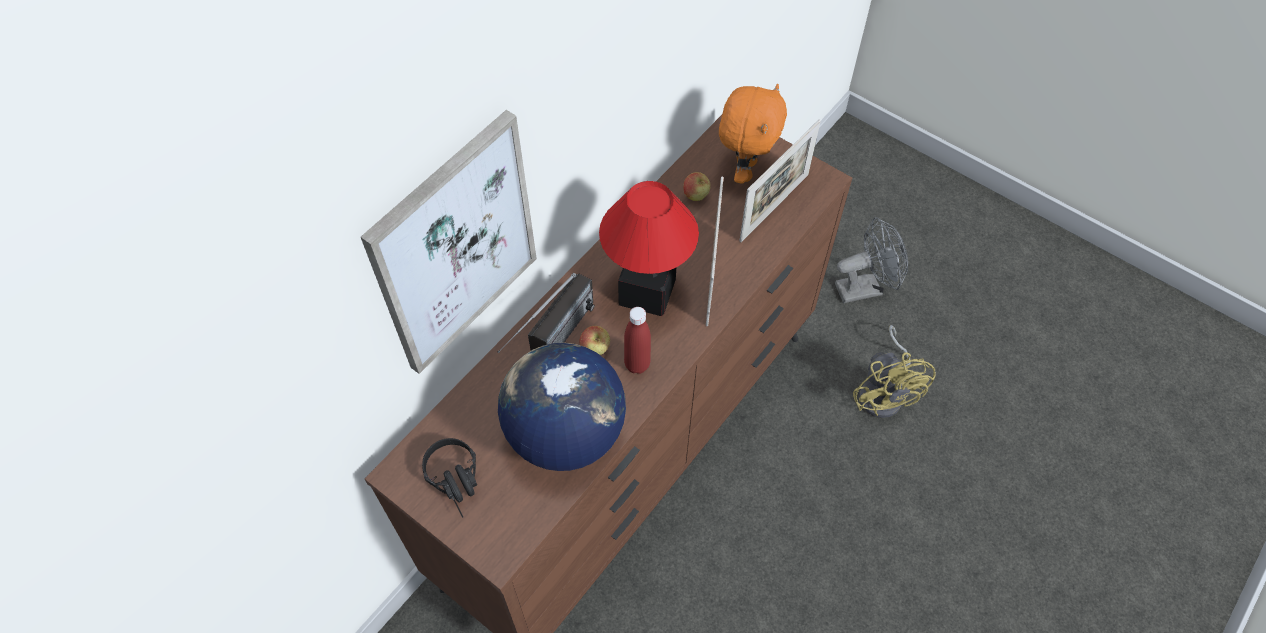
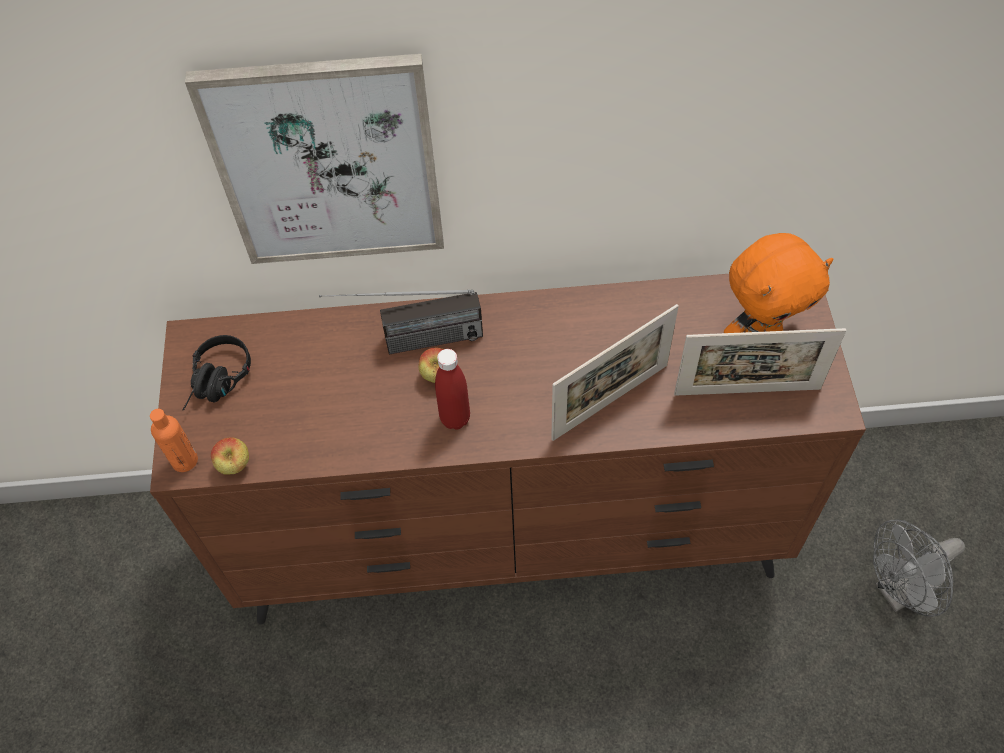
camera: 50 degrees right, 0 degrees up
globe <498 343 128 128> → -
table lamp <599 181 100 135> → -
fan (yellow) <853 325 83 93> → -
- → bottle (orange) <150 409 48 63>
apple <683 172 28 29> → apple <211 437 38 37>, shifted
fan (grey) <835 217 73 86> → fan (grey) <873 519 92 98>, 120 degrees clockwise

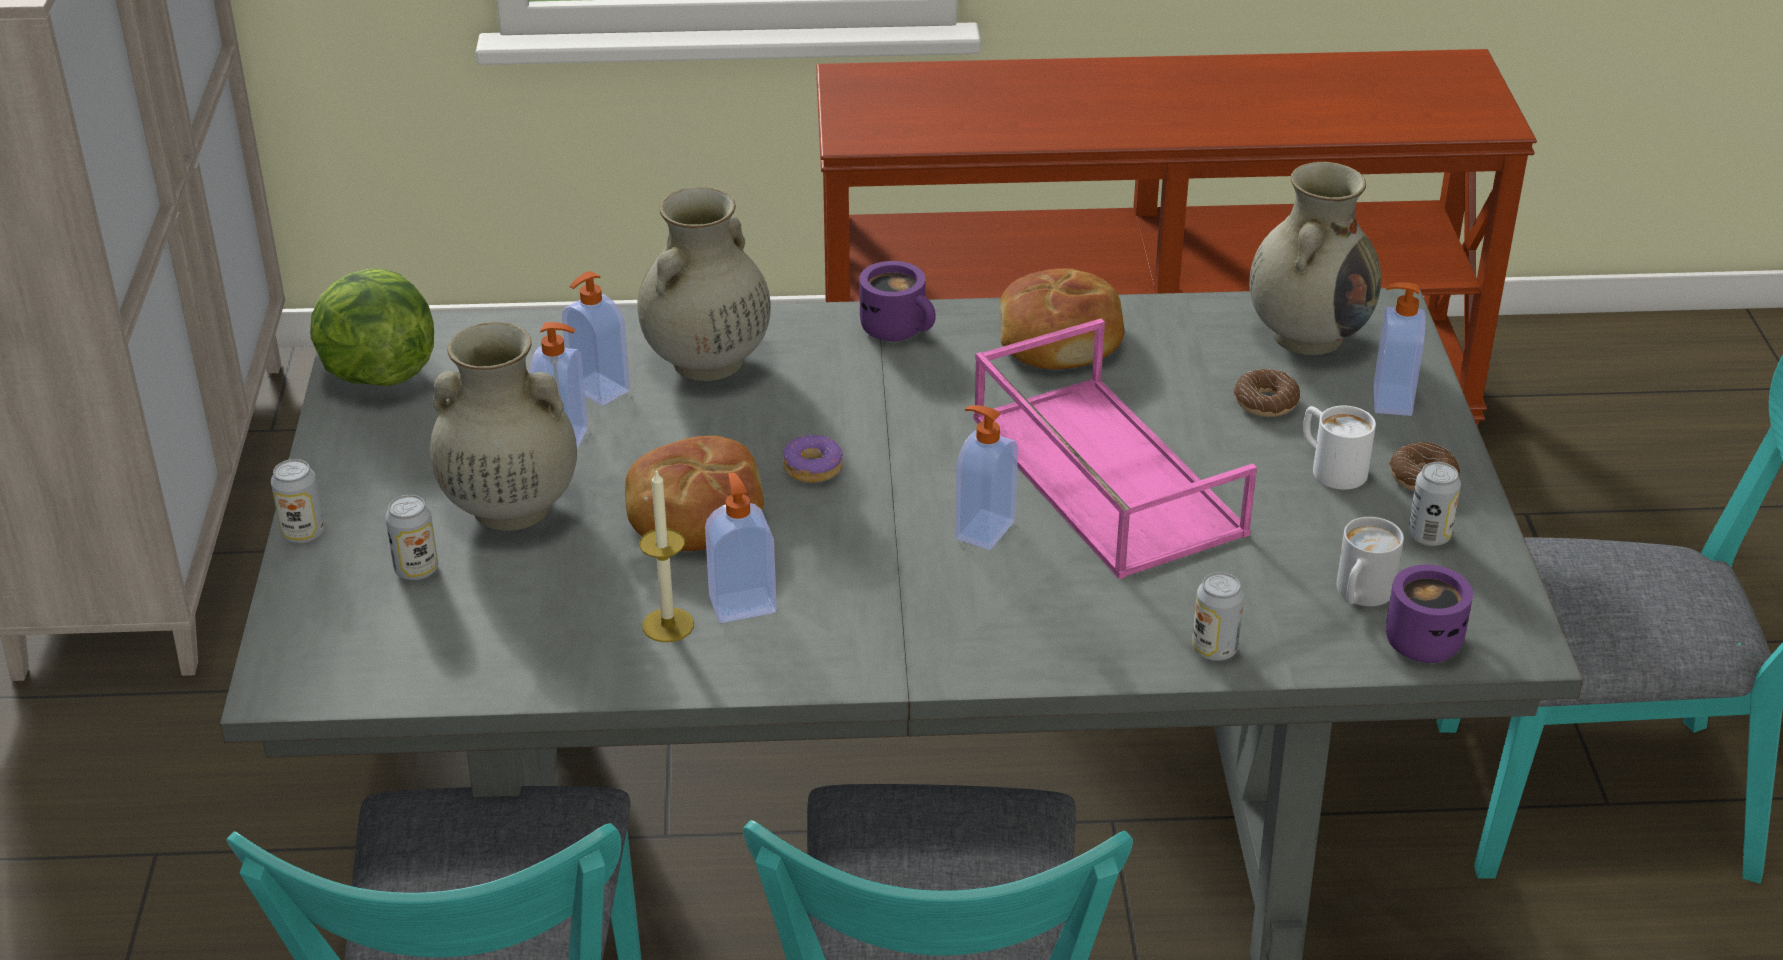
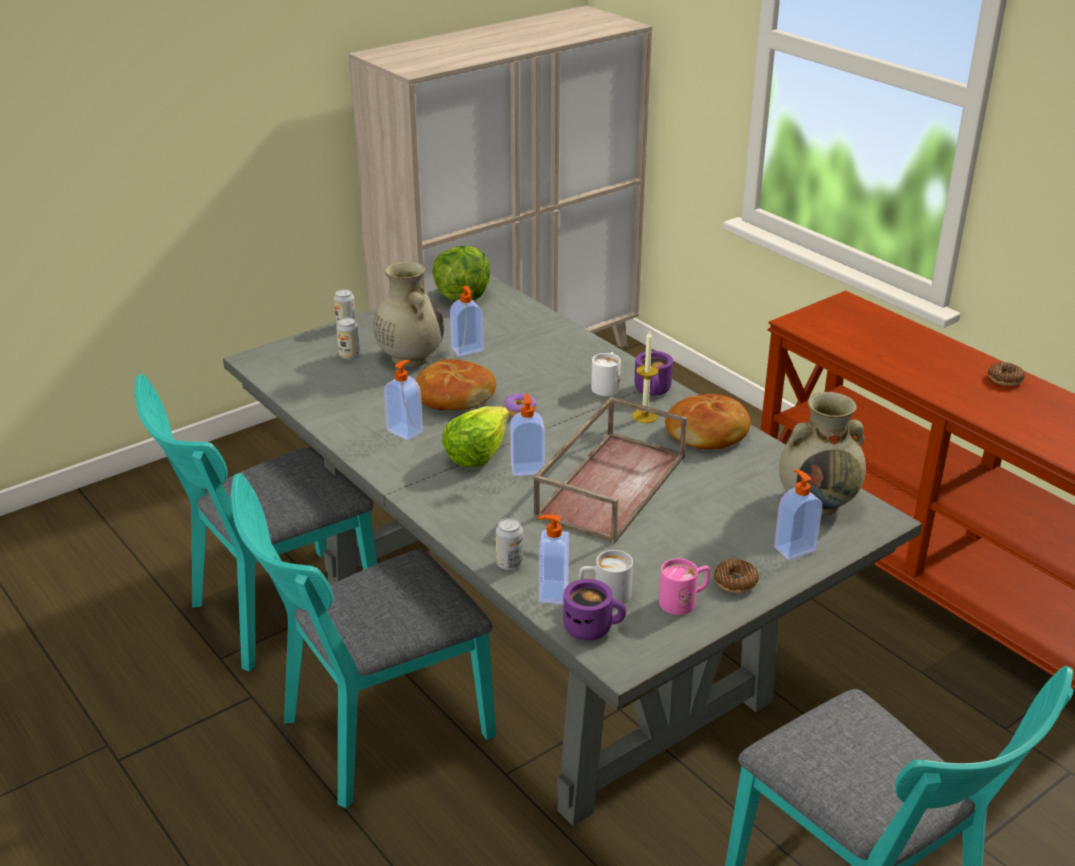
camera: 55 degrees right, 5 degrees down
vase (beige) <638 187 133 194> → -
- → lettuce <442 406 67 61>
soap dispenser <562 271 68 134> → soap dispenser <538 515 31 89>, shifted
candle <640 469 54 173> → candle <632 330 27 93>, shifted
donut <1234 369 66 48> → donut <988 362 37 24>, shifted
mug (white) <1303 406 73 84> → mug (white) <591 352 30 44>, shifted
can <1408 462 53 84> → mug (pink) <659 558 51 57>
tray (pink) <973 318 284 261> → tray (brown) <533 397 154 147>

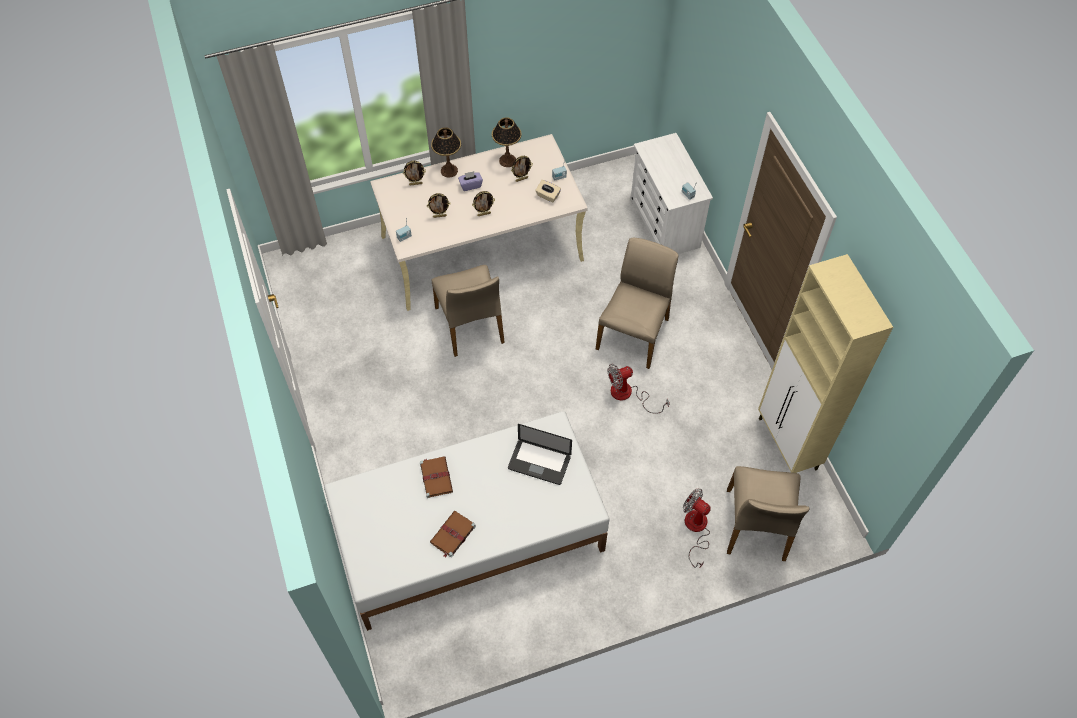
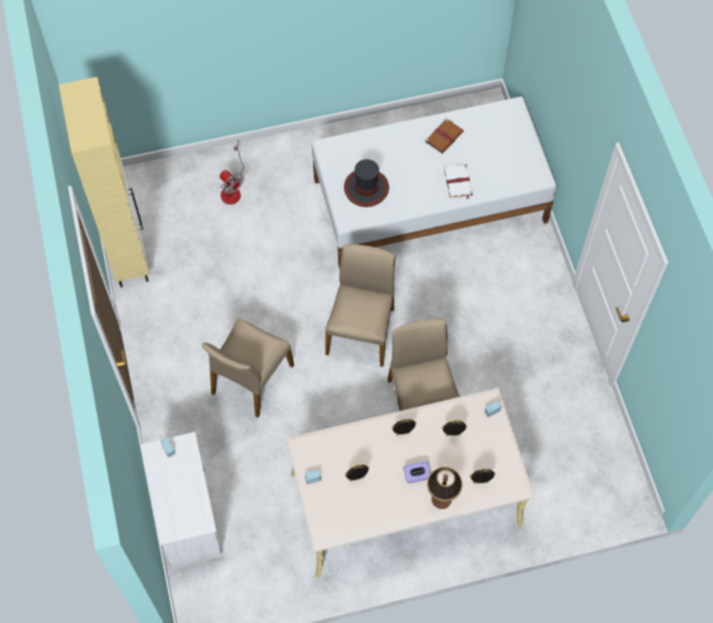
camera: 175 degrees left, 5 degrees up
table lamp <492 117 30 50> → -
tissue box (beige) <535 180 26 22> → -
fan <608 364 62 50> → -
chair (beige) <727 466 83 95> → chair (beige) <325 244 70 123>, shifted
laptop <508 424 64 61> → hat <344 159 45 48>
book (brown) <420 456 33 42> → book (white) <444 165 29 34>

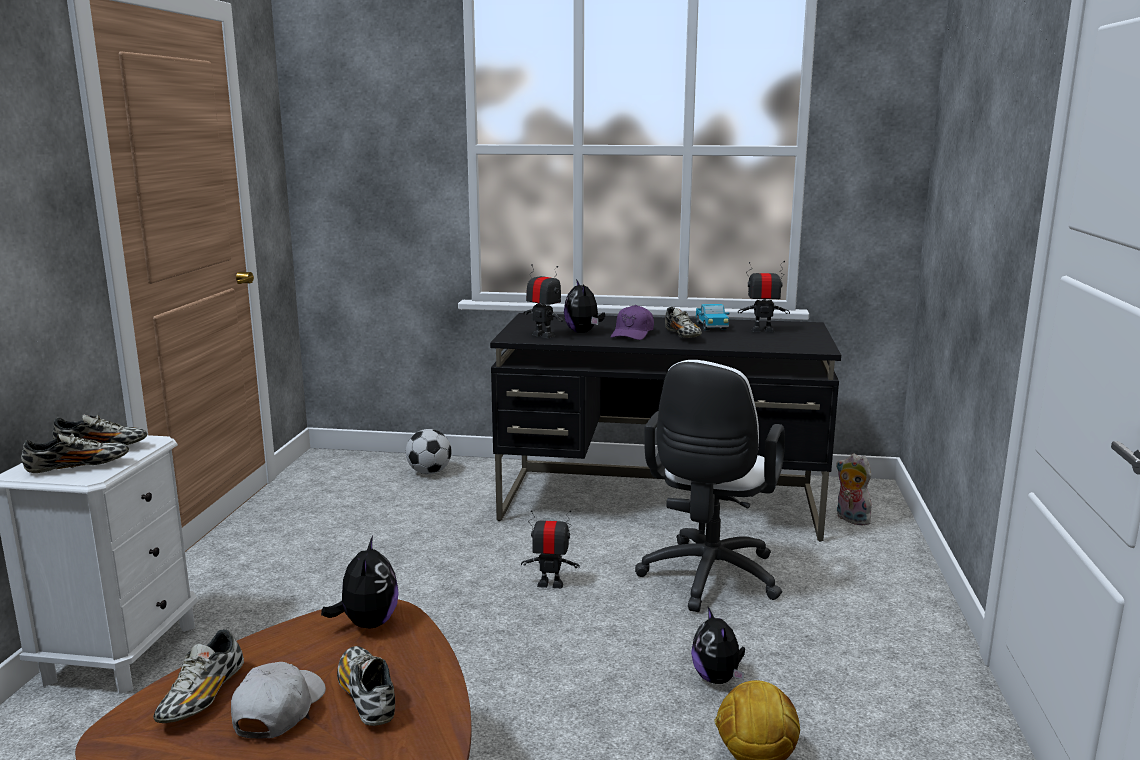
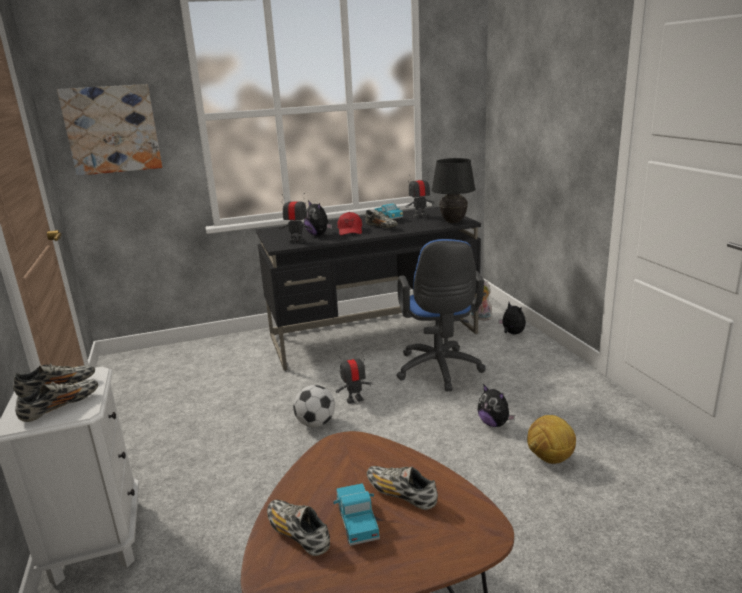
camera: 25 degrees left, 5 degrees up
- → picture <57 84 105 92>
- → table lamp (black) <432 158 44 65>
plush toy <321 536 78 93> → plush toy <498 302 28 32>, shifted
football <406 429 46 45> → football <293 385 42 42>, shifted
cap (white) <231 662 95 76> → toy truck <333 483 47 63>
cap (purple) <611 305 43 35> → cap (red) <338 212 24 23>
office chair (white) <635 360 150 252> → office chair (blue) <396 239 90 153>
shoe <153 629 91 94> → shoe <267 500 63 56>, 150 degrees clockwise

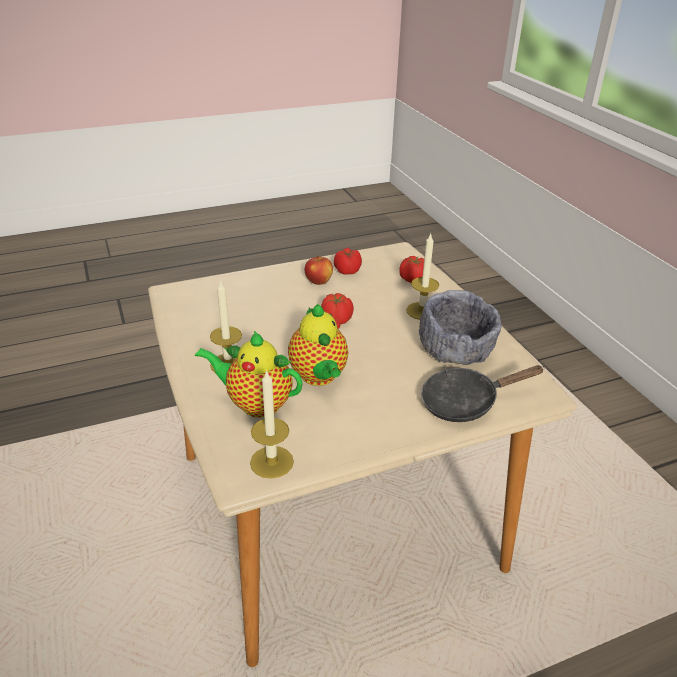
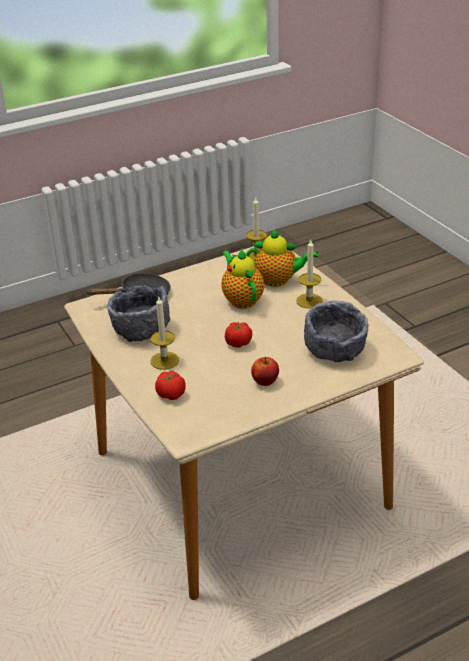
camera: 175 degrees right, 0 degrees up
tomato <334 248 28 27> → -
- → bowl (grey) <304 300 64 62>

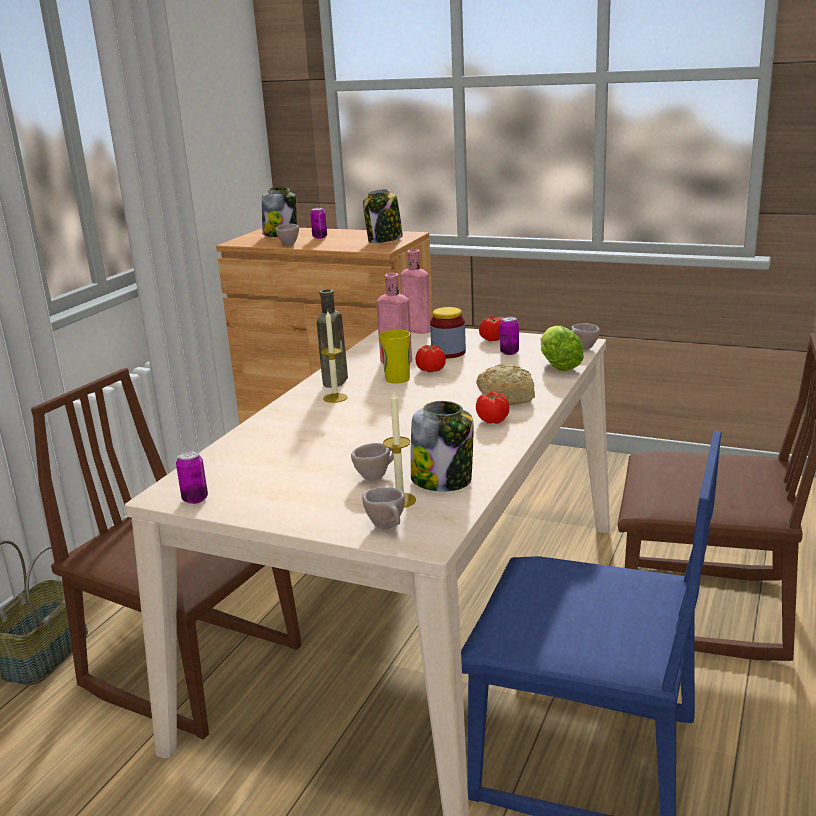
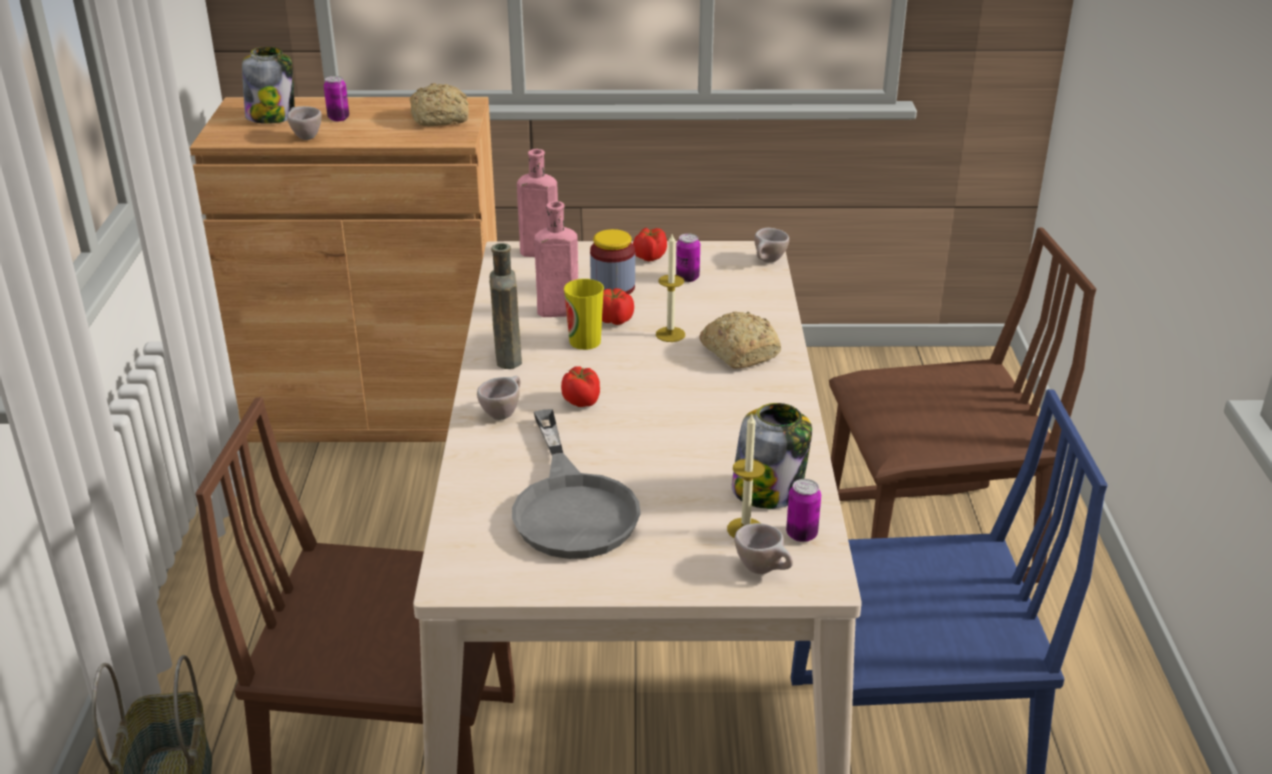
camera: 25 degrees left, 10 degrees up
lettuce <541 326 43 45> → -
- → frying pan (grey) <512 409 129 150>
can <176 450 32 54> → can <786 479 35 63>, shifted
candle <321 311 27 92> → candle <656 234 29 108>, shifted
cup (beige) <351 443 43 38> → cup (beige) <477 376 44 44>, shifted
tomato <476 391 33 33> → tomato <561 366 39 41>, shifted
jar <363 189 40 54> → bread <410 83 59 43>

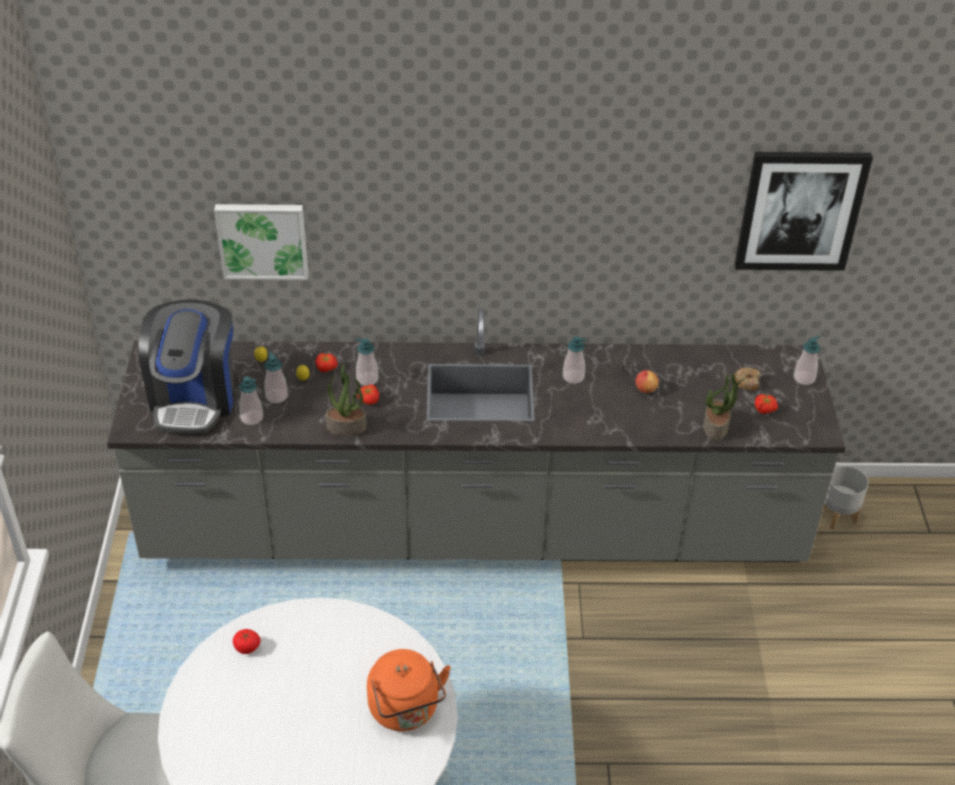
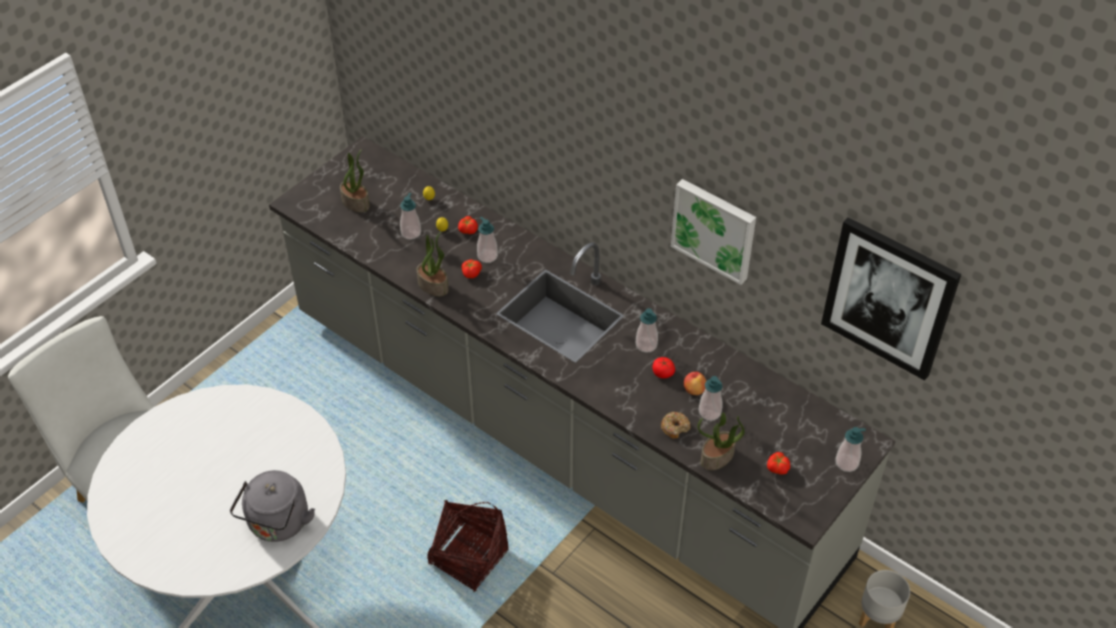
camera: 40 degrees right, 5 degrees up
- → basket <427 500 82 92>
picture <214 204 95 76> → picture <671 179 85 106>, shifted
tomato <233 629 27 25> → tomato <652 357 23 21>, shifted
soap dispenser <239 376 24 49> → soap dispenser <699 376 24 45>, shifted
donut <735 367 26 24> → donut <661 412 29 27>, shifted
coffee machine <139 299 95 135> → potted plant <340 149 30 63>
kettle (orange) <367 649 84 82> → kettle (grey) <230 470 85 72>

